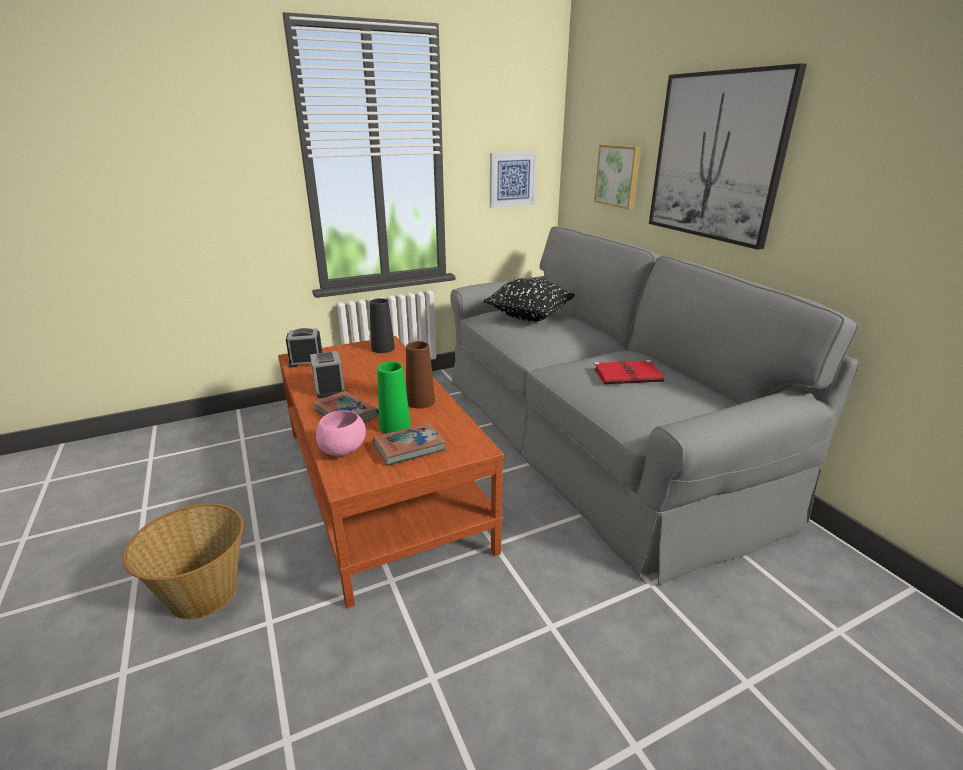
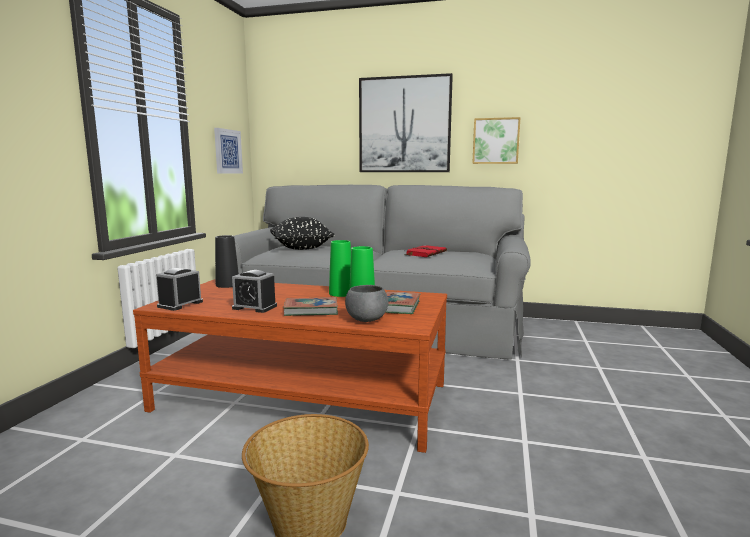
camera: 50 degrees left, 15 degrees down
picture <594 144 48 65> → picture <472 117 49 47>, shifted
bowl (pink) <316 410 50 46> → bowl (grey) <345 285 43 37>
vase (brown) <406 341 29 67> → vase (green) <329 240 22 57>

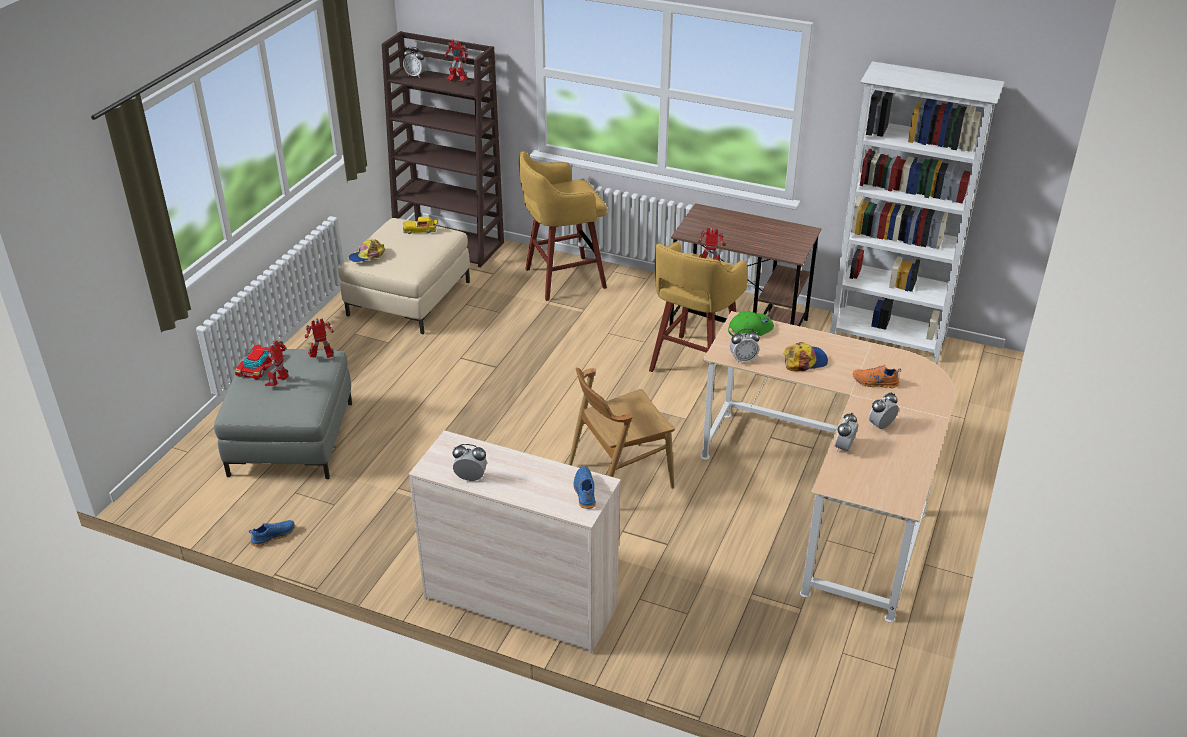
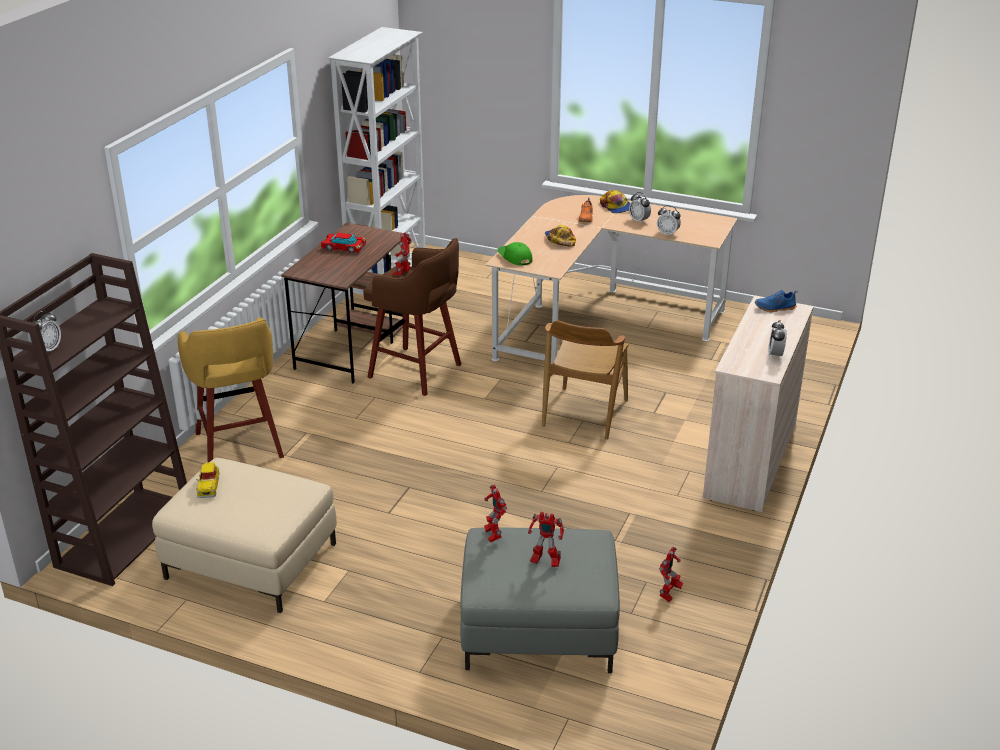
camera: 90 degrees left, 5 degrees down
shoe (blue) <249 520 46 27> → -
alarm clock <730 329 30 35> → -
toy car <235 345 37 35> → toy car <321 233 45 20>, shifted
cap <349 239 37 23> → cap <600 189 30 24>, shifted
toy robot <445 39 23 43> → toy robot <659 547 24 56>, shifted
stool (yellow) <649 241 99 150> → stool (brown) <363 238 98 158>
chair (brown) <568 368 107 121> → chair (brown) <542 321 87 119>, 45 degrees clockwise

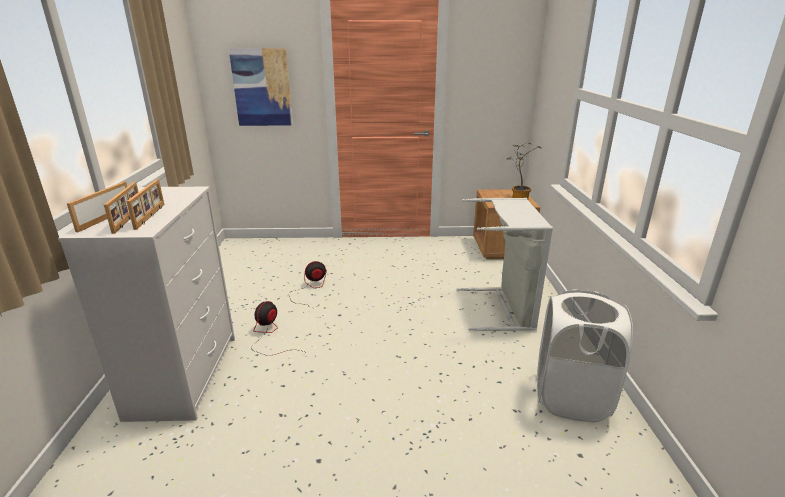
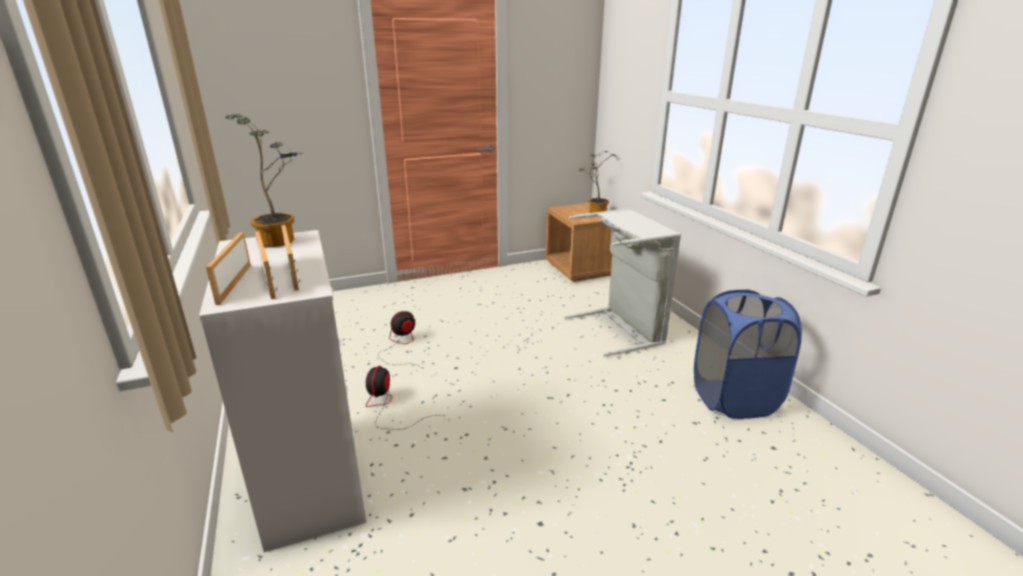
camera: 20 degrees left, 0 degrees up
picture <229 48 64 78> → -
- → potted plant <225 114 79 133>
laundry basket (white) <537 289 96 133> → laundry basket (blue) <694 289 108 130>

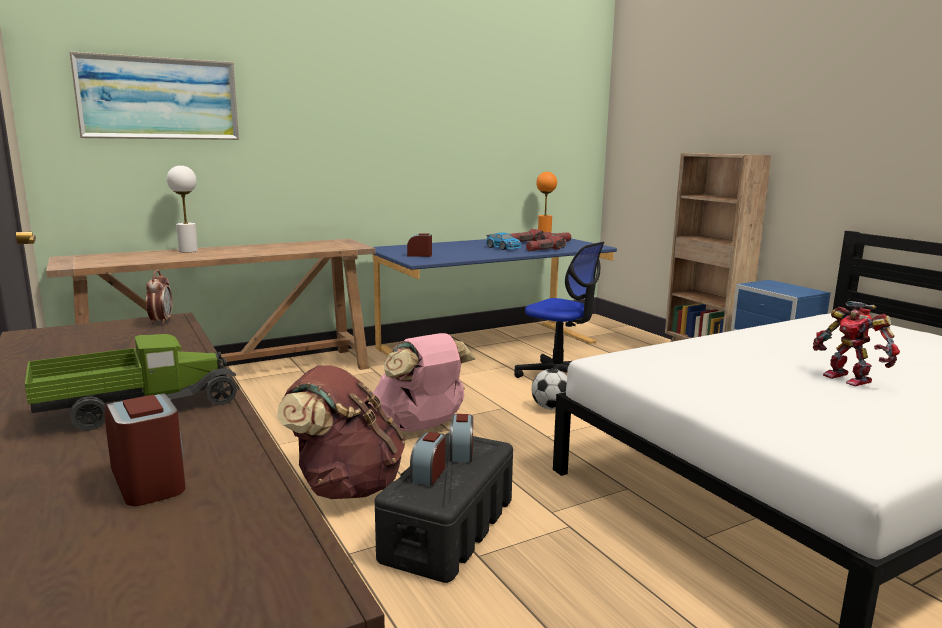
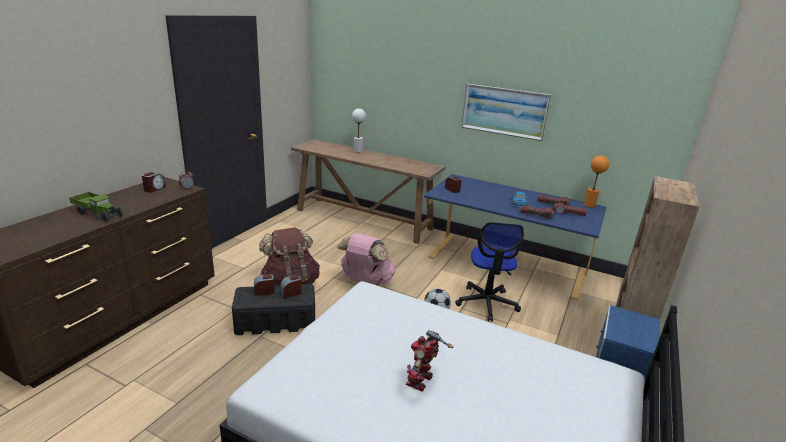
camera: 55 degrees right, 10 degrees up
picture <69 51 170 89> → picture <461 84 91 57>, shifted
alarm clock <105 393 81 113> → alarm clock <142 172 24 21>, shifted

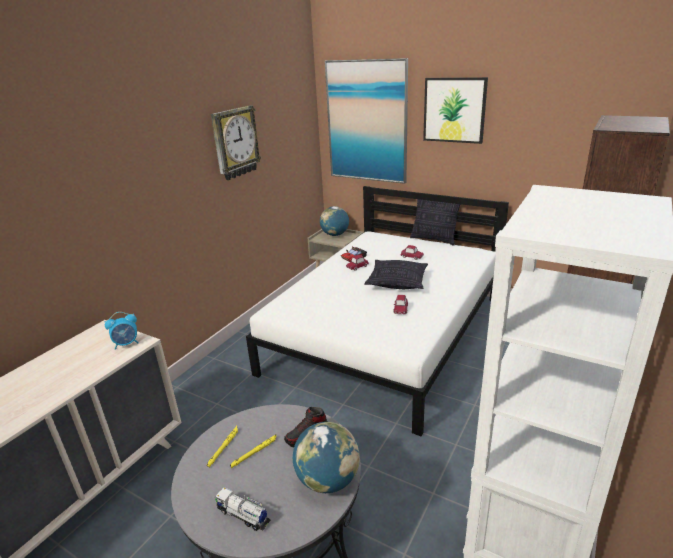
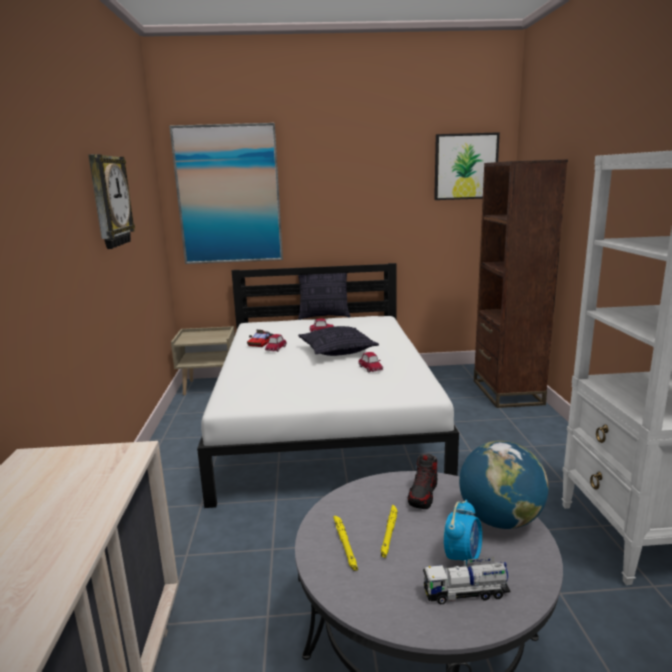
camera: 35 degrees left, 10 degrees down
globe <320 206 29 30> → -
alarm clock <104 312 34 38> → alarm clock <444 500 38 66>, shifted
picture <423 77 65 67> → picture <434 132 66 68>, shifted

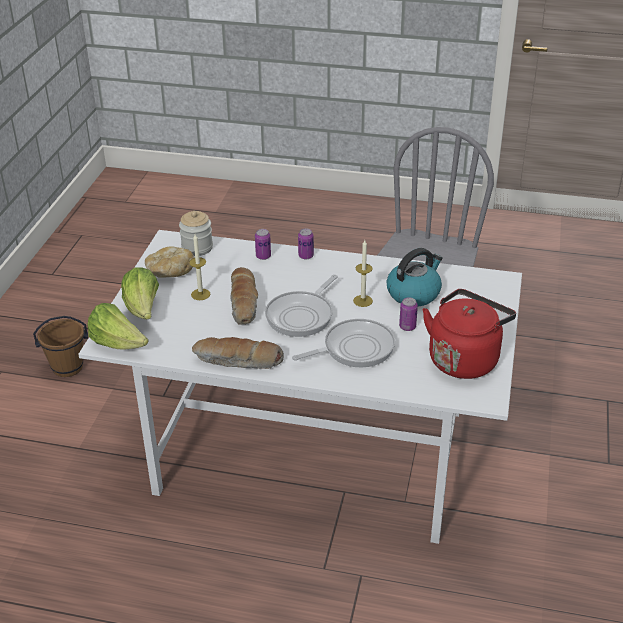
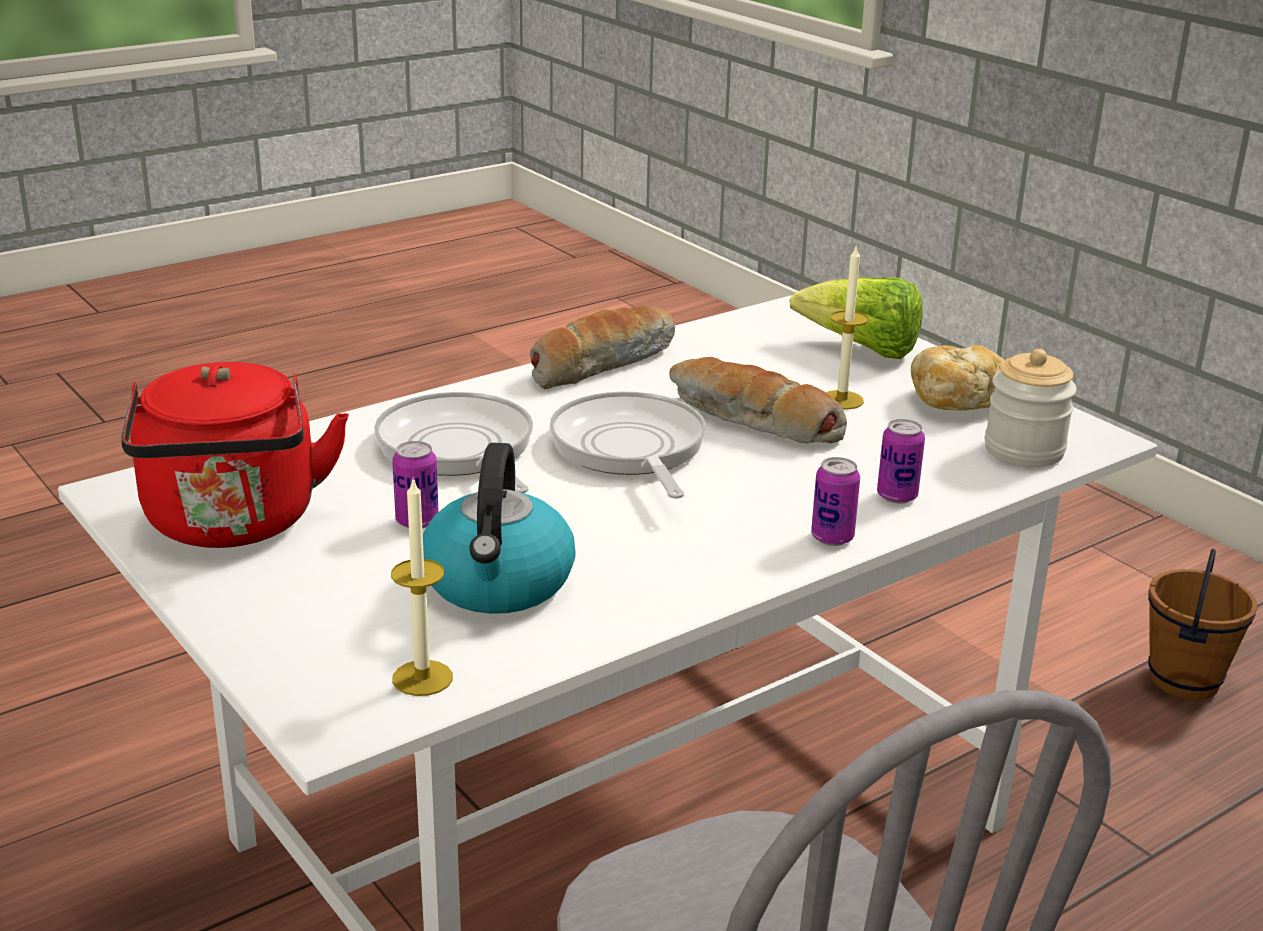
camera: 130 degrees right, 10 degrees down
lettuce <87 303 62 46> → -
candle <353 240 20 67> → candle <391 477 62 219>, shifted
frying pan <292 319 103 49> → frying pan <374 392 159 101>, 135 degrees clockwise

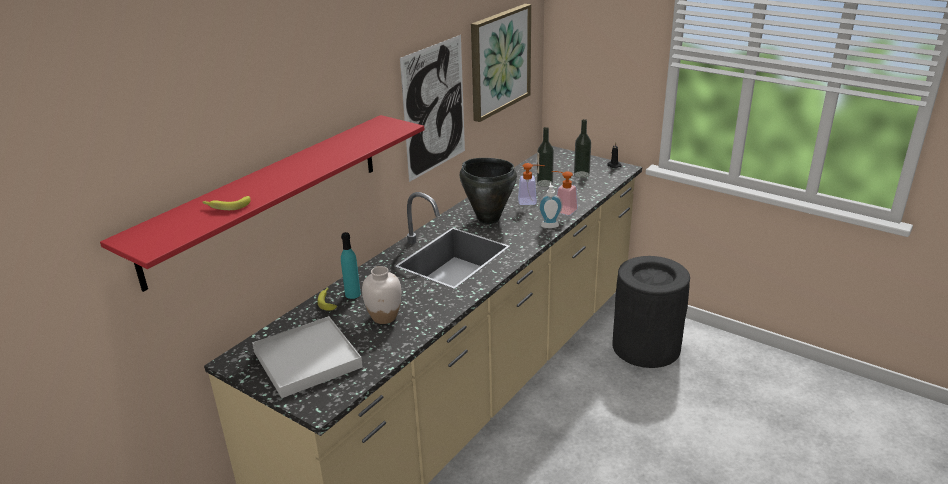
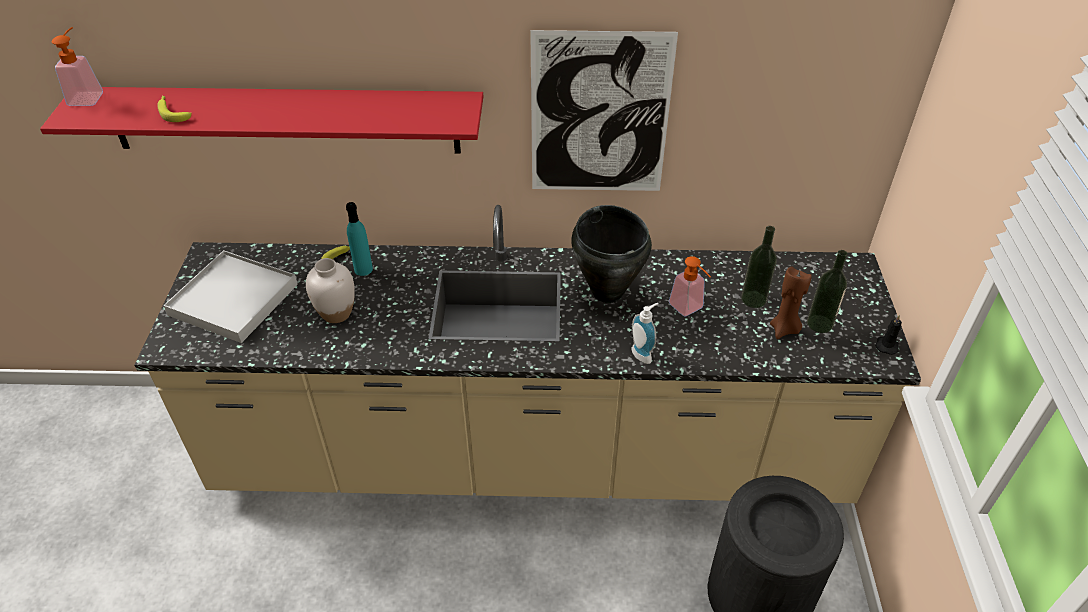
camera: 55 degrees right, 15 degrees up
picture <471 4 60 118> → -
- → candle (brown) <770 266 42 73>
soap dispenser <552 171 26 44> → soap dispenser <52 27 51 79>, shifted

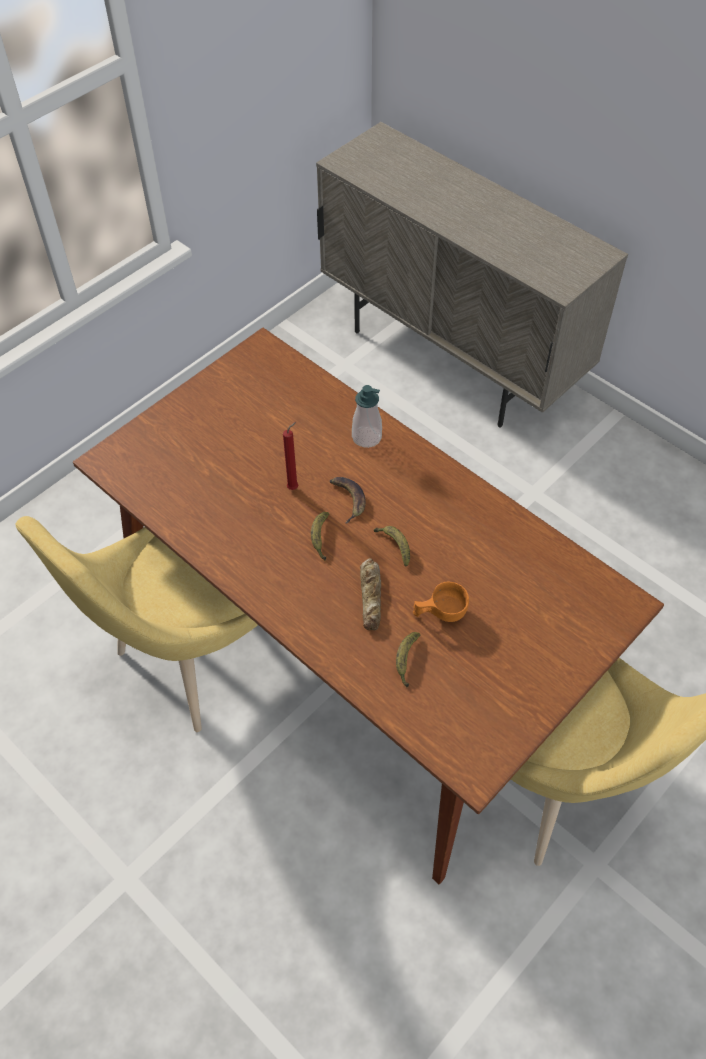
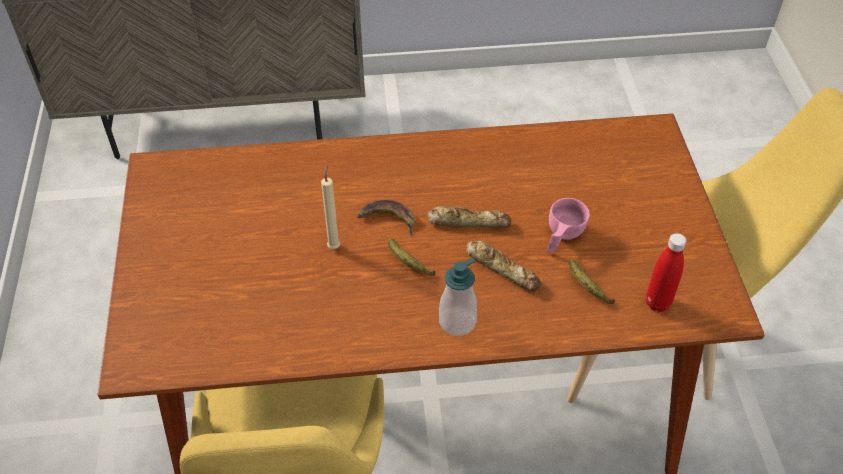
camera: 50 degrees left, 5 degrees down
- → bottle (red) <646 233 41 79>
soap dispenser <352 385 30 63> → soap dispenser <439 258 38 78>, shifted
banana <374 526 36 40> → bread <427 206 84 22>
candle (red) <283 422 15 68> → candle (beige) <321 165 19 84>
cup (orange) <413 582 56 40> → cup (pink) <547 198 43 55>

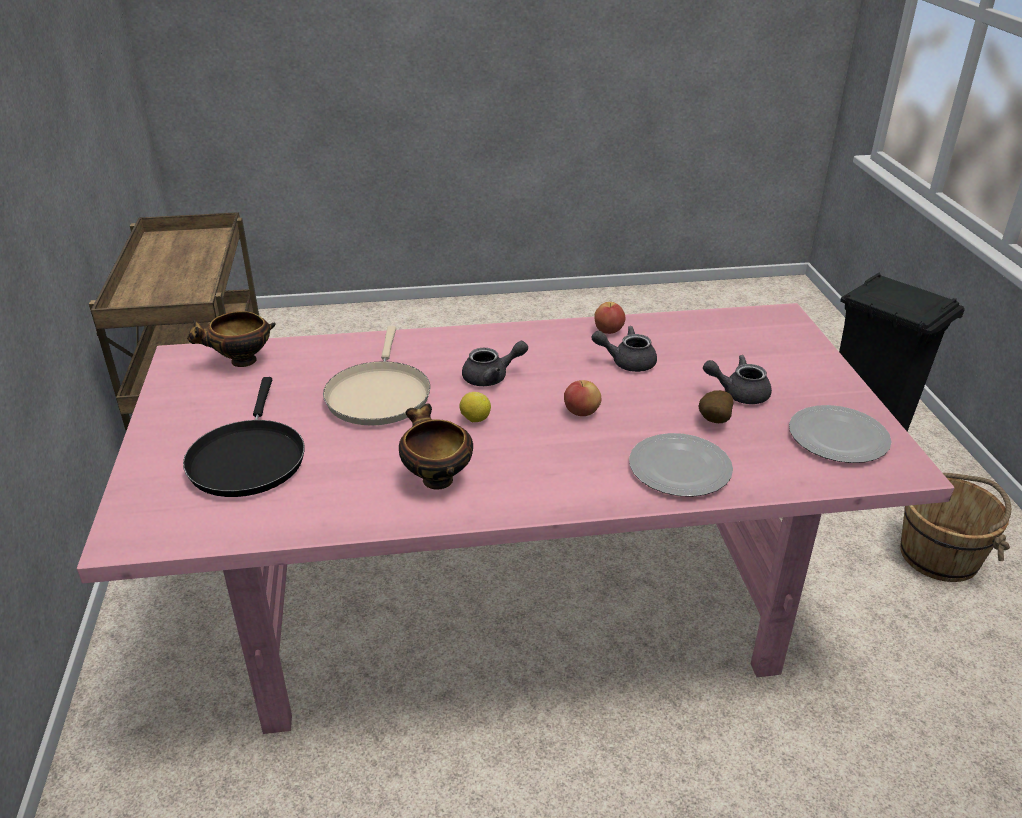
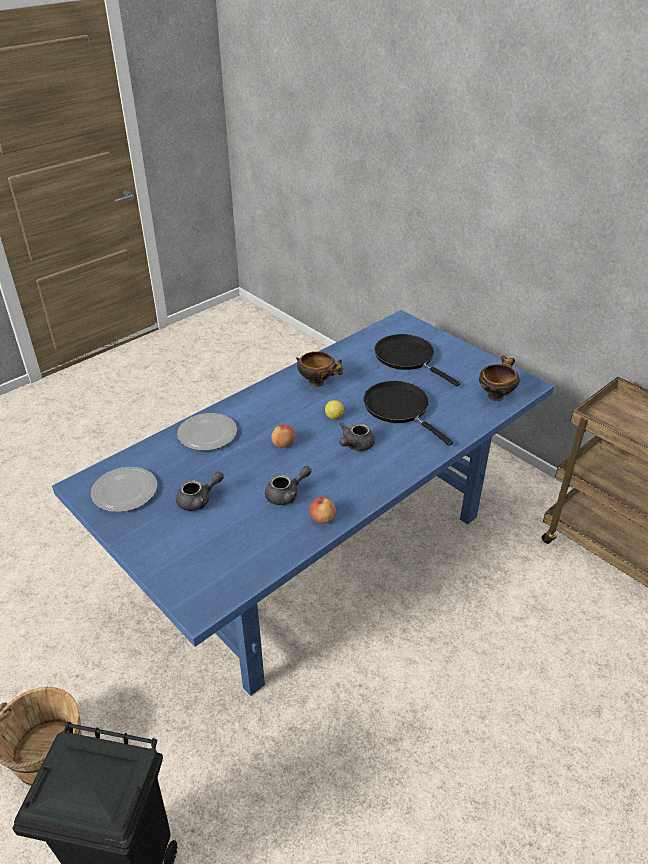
camera: 145 degrees right, 5 degrees up
potato <698 390 35 33> → -
dining table (pink) <77 303 877 431> → dining table (blue) <52 310 502 386>
frying pan (beige) <323 326 107 100> → frying pan (black) <363 381 90 65>

